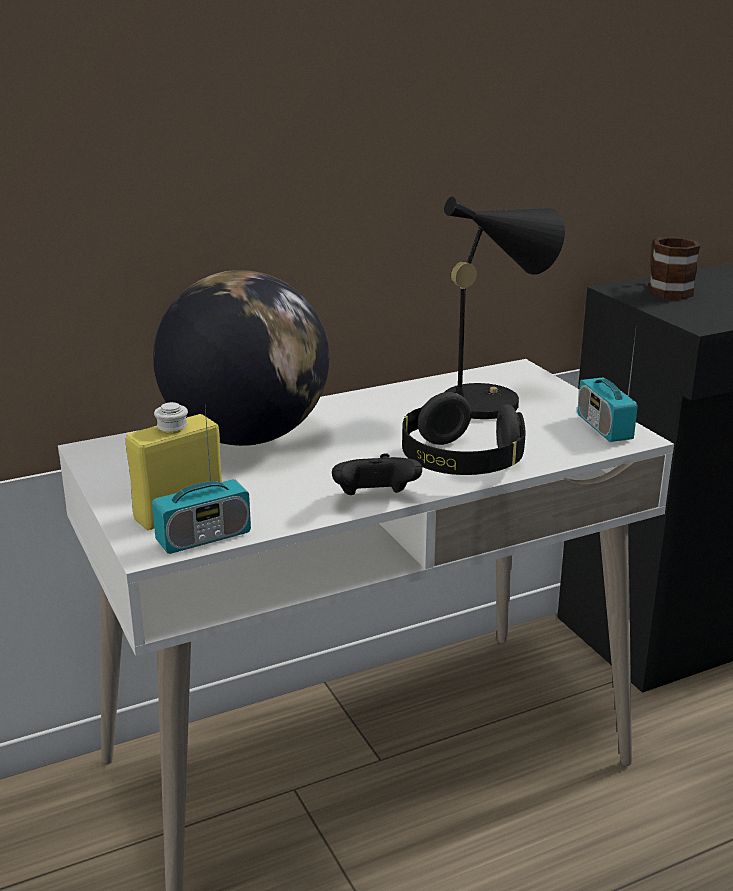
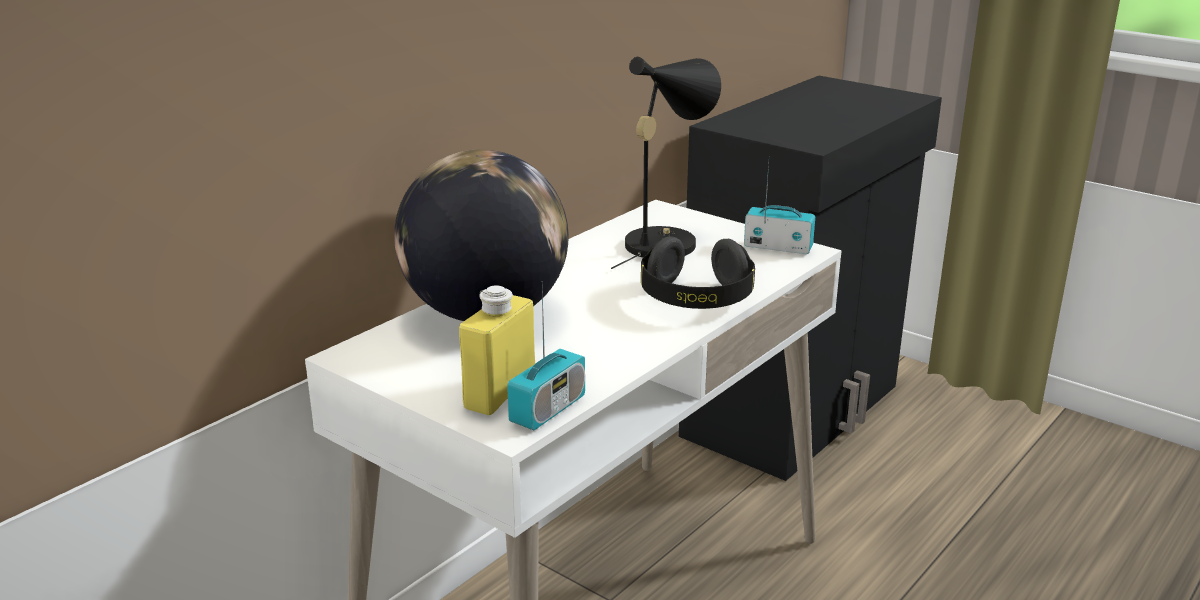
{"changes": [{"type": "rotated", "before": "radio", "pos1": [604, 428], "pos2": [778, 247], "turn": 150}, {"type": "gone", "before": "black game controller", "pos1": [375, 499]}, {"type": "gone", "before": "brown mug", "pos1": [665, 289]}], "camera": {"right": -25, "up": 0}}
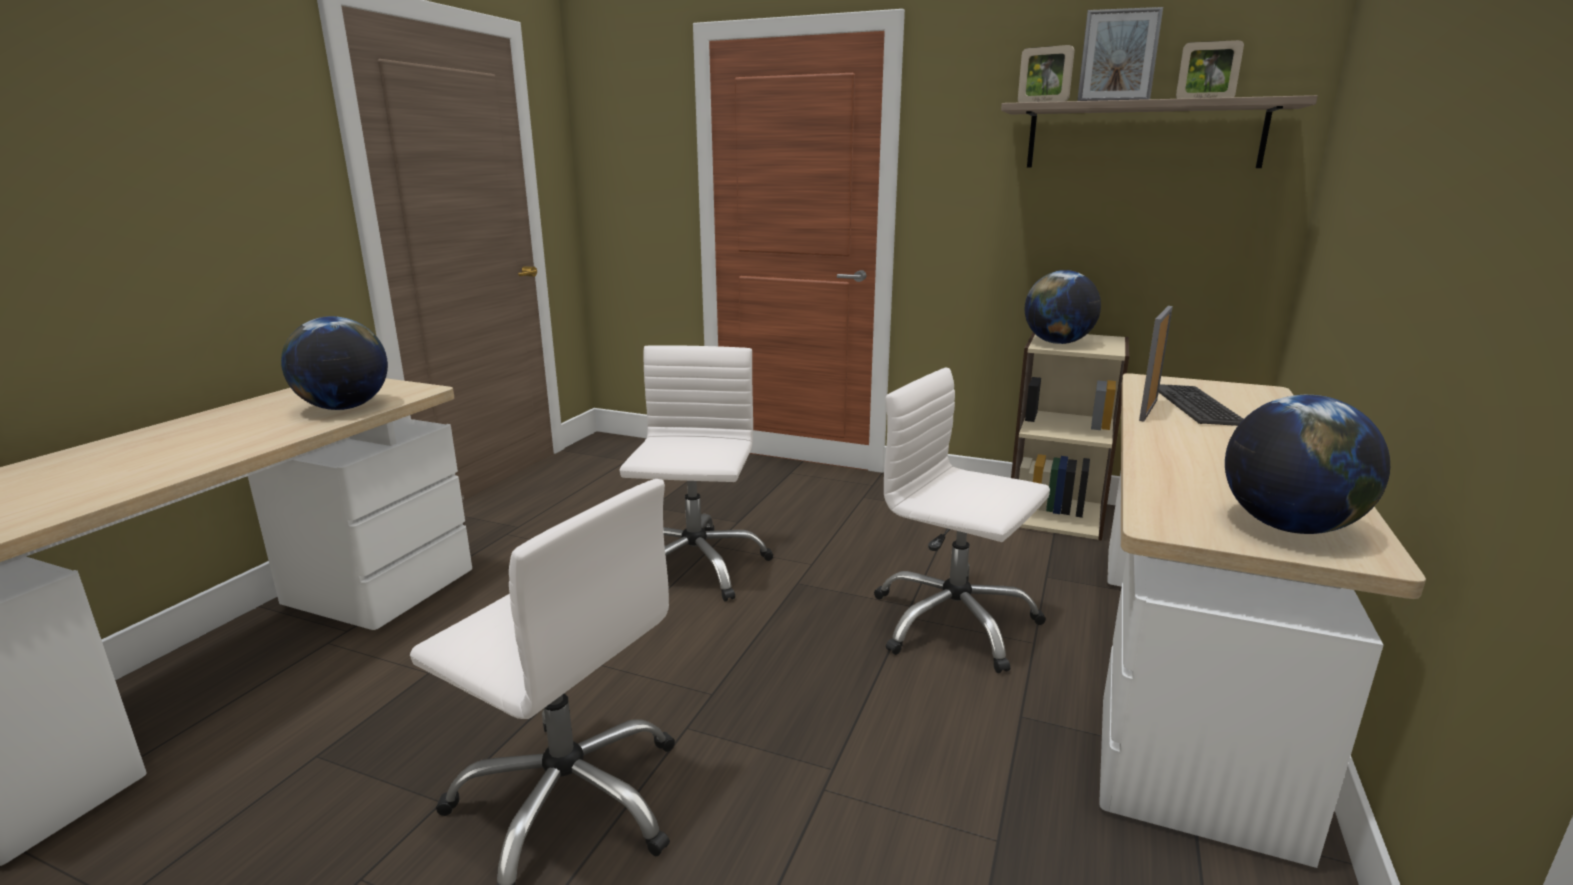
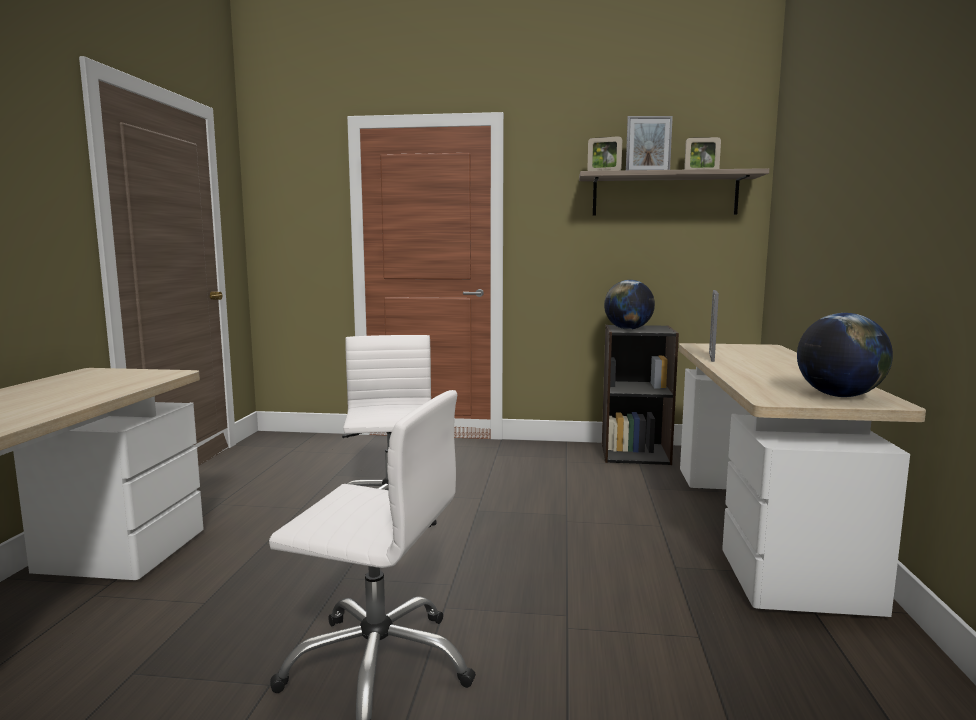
{"changes": [{"type": "repainted", "before": "beige bookcase", "after": "black bookcase", "pos1": [1056, 514], "pos2": [635, 453]}, {"type": "gone", "before": "globe", "pos1": [344, 408]}, {"type": "gone", "before": "white office chair", "pos1": [953, 622]}, {"type": "gone", "before": "keyboard", "pos1": [1197, 405]}], "camera": {"right": -15, "up": -10}}
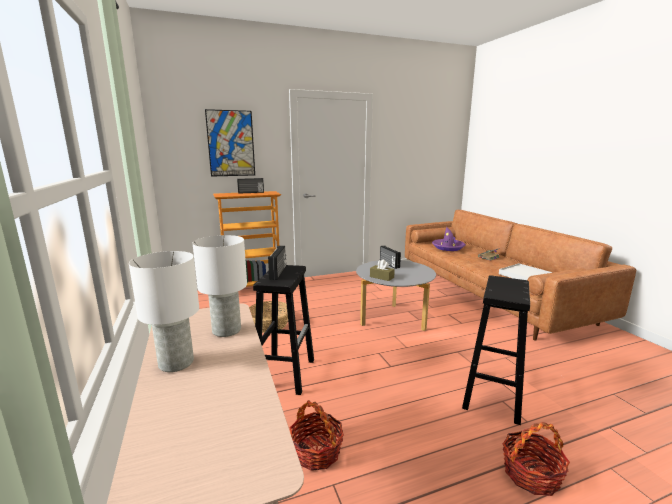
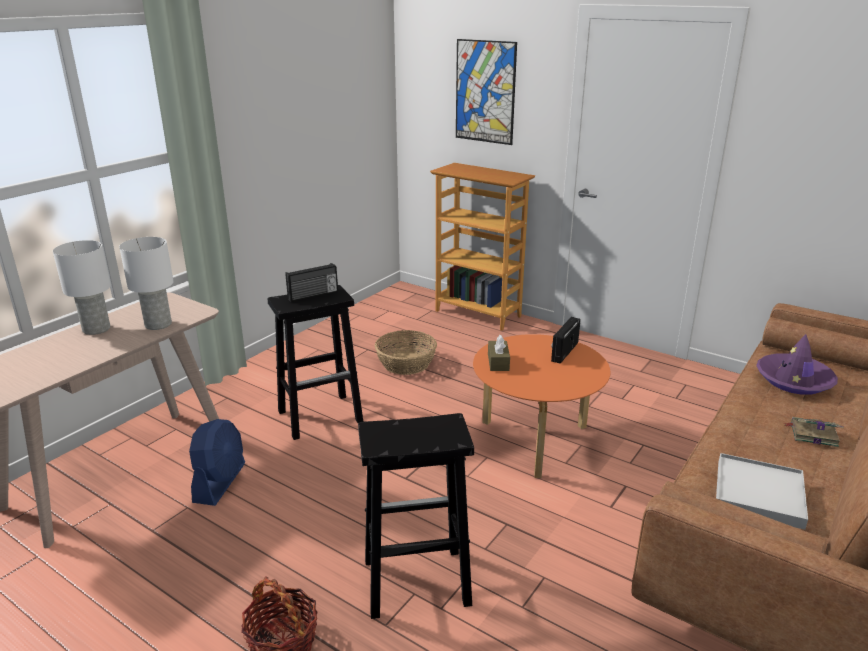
{"changes": [{"type": "swapped", "before": "basket", "after": "blue fan", "pos1": [316, 452], "pos2": [220, 482]}, {"type": "repainted", "before": "grey coffee table", "after": "orange coffee table", "pos1": [393, 319], "pos2": [535, 440]}, {"type": "gone", "before": "radio", "pos1": [251, 192]}], "camera": {"right": 55, "up": 10}}
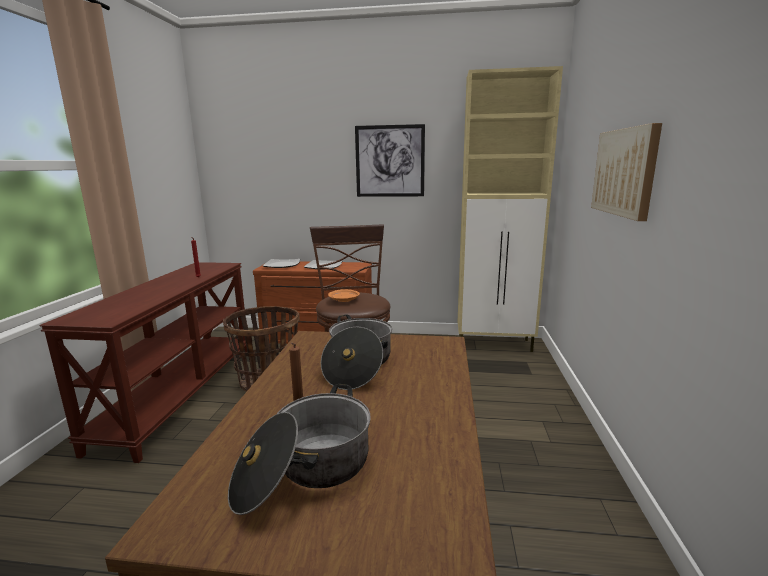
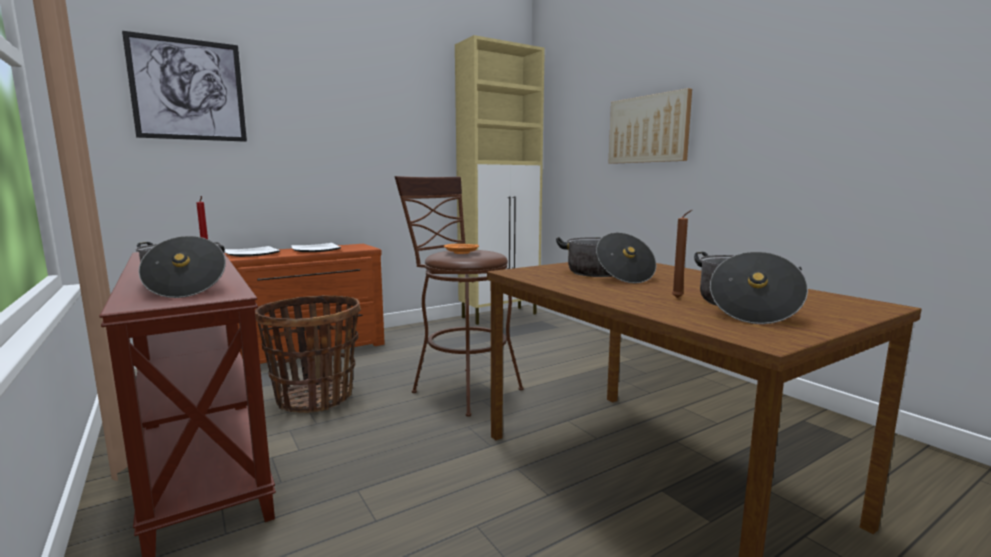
{"changes": [{"type": "shifted", "before": "picture", "pos1": [390, 161], "pos2": [188, 90]}, {"type": "new", "after": "cooking pot", "pos2": [184, 286]}], "camera": {"right": -40, "up": -5}}
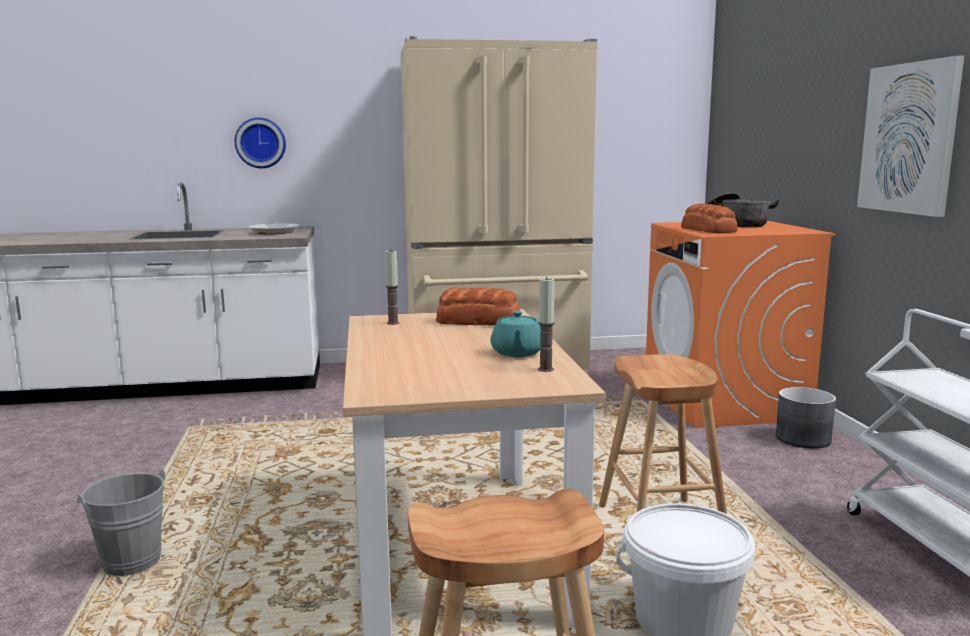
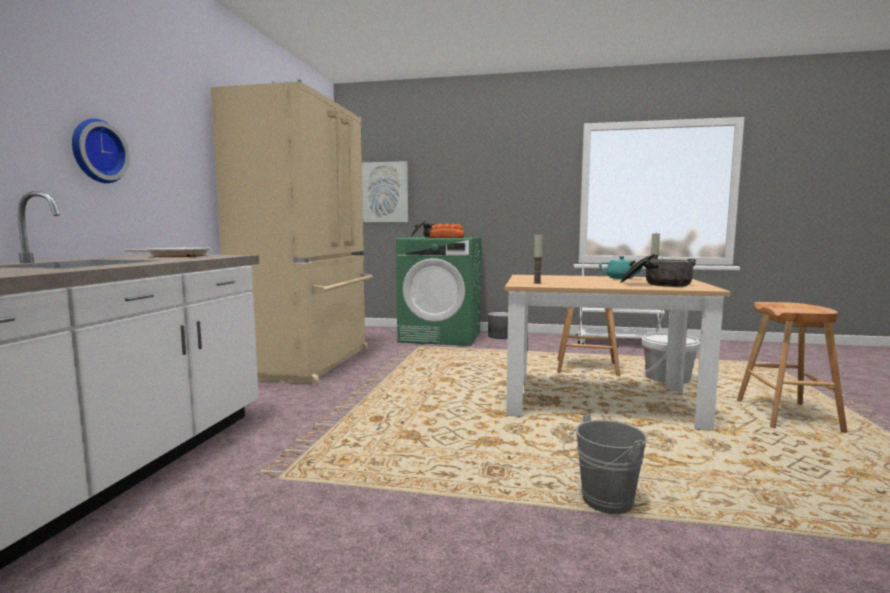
{"changes": [{"type": "shifted", "before": "picture", "pos1": [909, 138], "pos2": [384, 192]}, {"type": "repainted", "before": "orange washing machine", "after": "green washing machine", "pos1": [724, 402], "pos2": [441, 336]}, {"type": "new", "after": "cooking pot", "pos2": [656, 284]}, {"type": "gone", "before": "bread", "pos1": [479, 321]}], "camera": {"right": -70, "up": -5}}
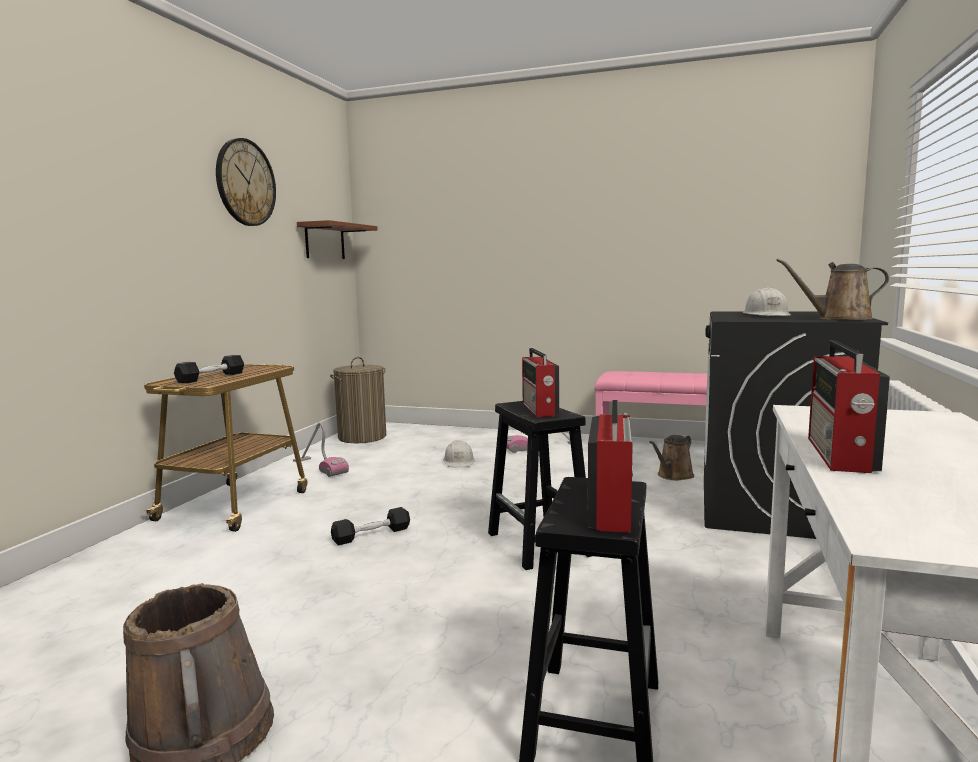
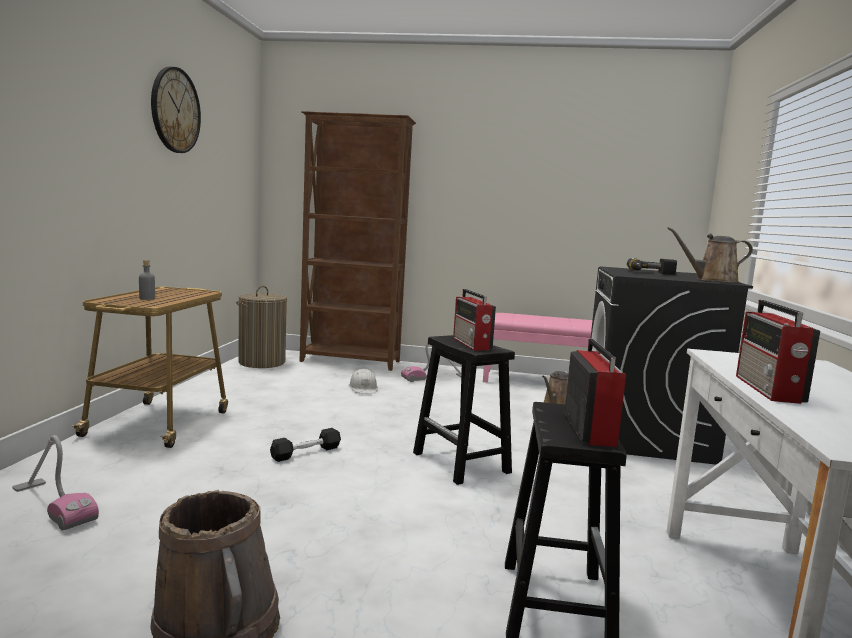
{"changes": [{"type": "shifted", "before": "vacuum cleaner", "pos1": [319, 467], "pos2": [53, 504]}, {"type": "swapped", "before": "black dumbbell", "after": "grey bottle", "pos1": [211, 377], "pos2": [147, 298]}, {"type": "new", "after": "brown bookcase", "pos2": [351, 362]}, {"type": "swapped", "before": "white hard hat", "after": "power drill", "pos1": [767, 315], "pos2": [651, 273]}, {"type": "gone", "before": "brown shelf", "pos1": [325, 241]}], "camera": {"right": -10, "up": 0}}
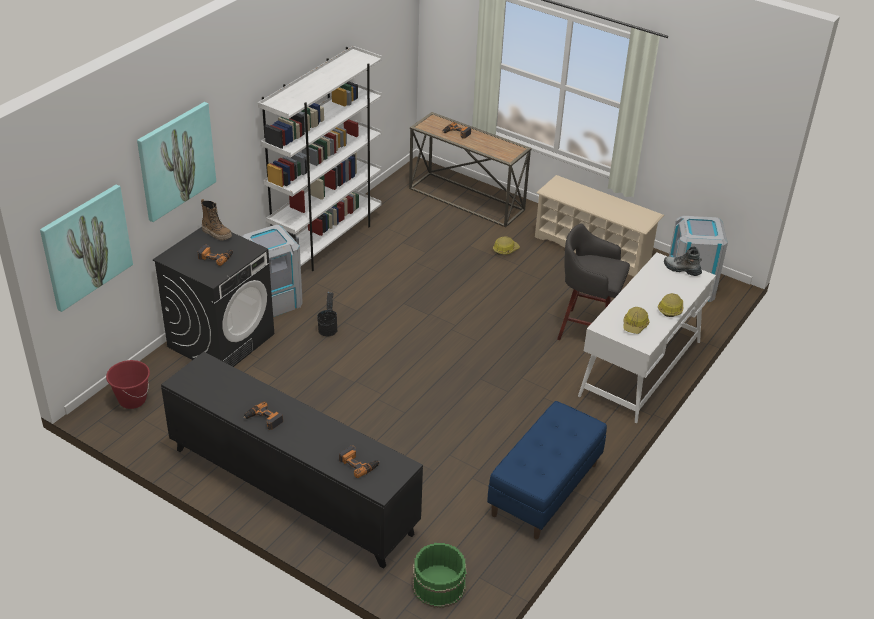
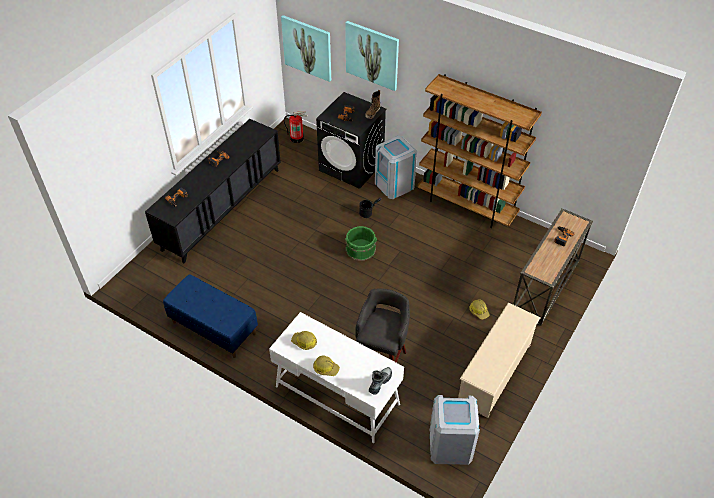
{"changes": [{"type": "swapped", "before": "red bucket", "after": "fire extinguisher", "pos1": [132, 400], "pos2": [297, 138]}, {"type": "shifted", "before": "green bucket", "pos1": [438, 585], "pos2": [360, 249]}, {"type": "repainted", "before": "white bookcase", "after": "brown bookcase", "pos1": [327, 241], "pos2": [467, 206]}], "camera": {"right": 90, "up": 10}}
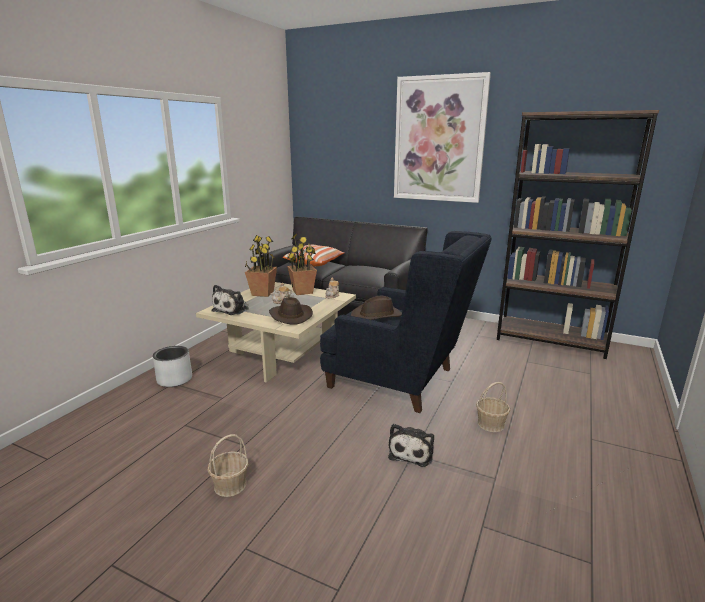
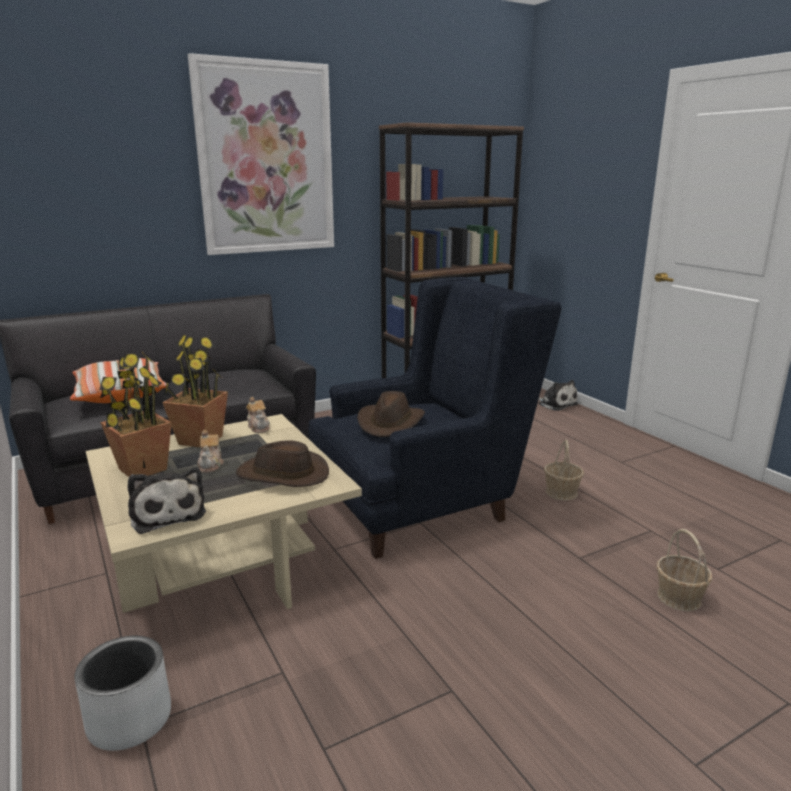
{"changes": [{"type": "shifted", "before": "plush toy", "pos1": [411, 452], "pos2": [556, 404]}, {"type": "shifted", "before": "basket", "pos1": [230, 485], "pos2": [679, 598]}], "camera": {"right": -55, "up": 0}}
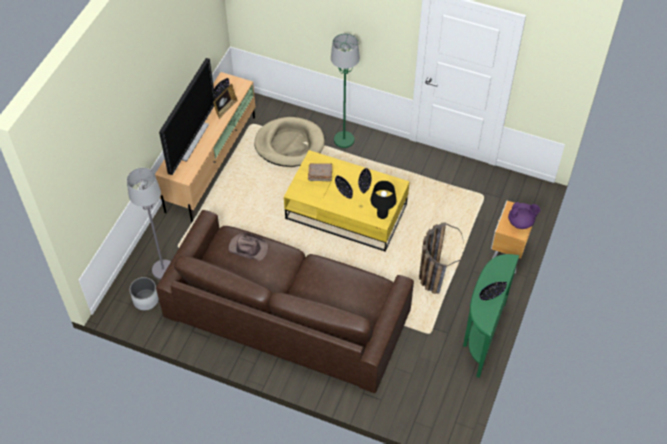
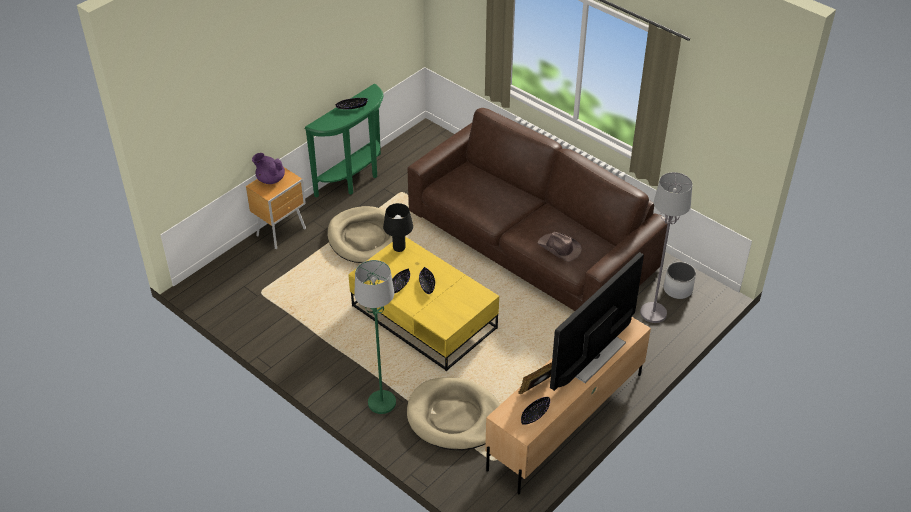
{"changes": [{"type": "swapped", "before": "basket", "after": "beige dog bed", "pos1": [433, 271], "pos2": [365, 238]}, {"type": "gone", "before": "brown book", "pos1": [319, 175]}], "camera": {"right": -160, "up": -10}}
